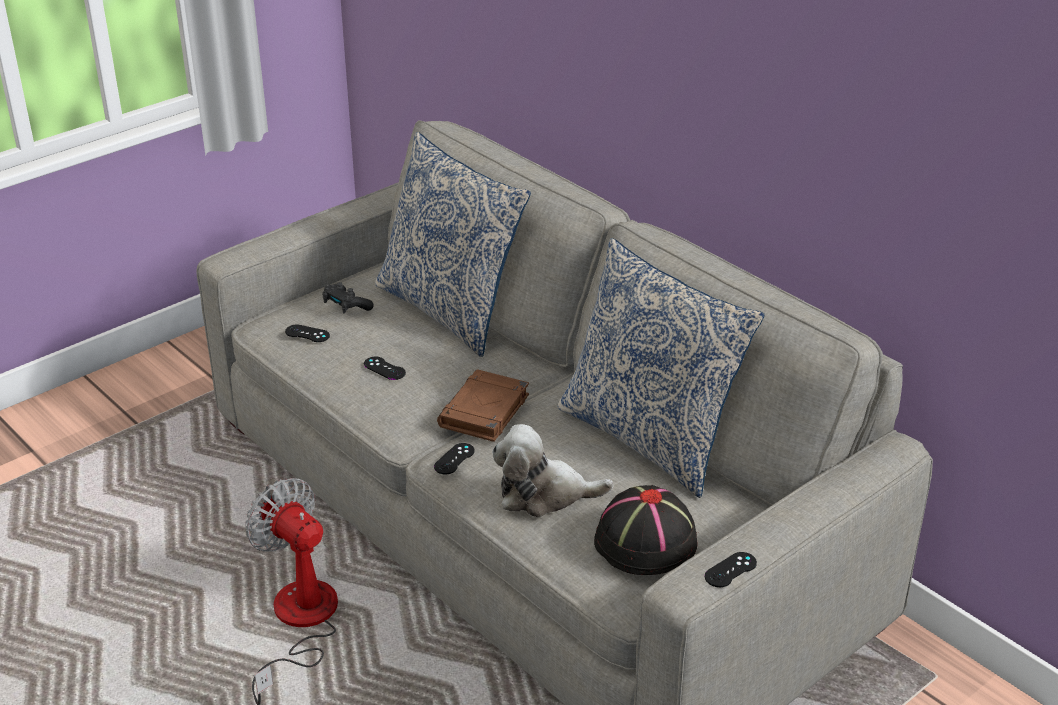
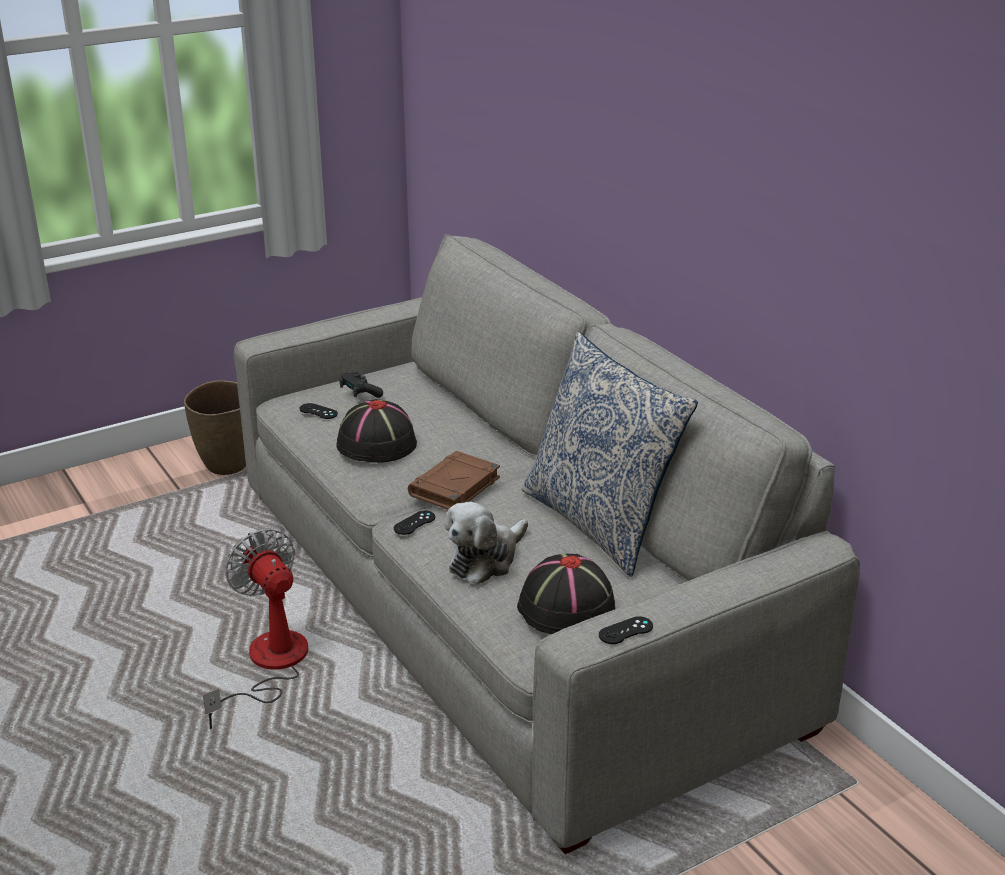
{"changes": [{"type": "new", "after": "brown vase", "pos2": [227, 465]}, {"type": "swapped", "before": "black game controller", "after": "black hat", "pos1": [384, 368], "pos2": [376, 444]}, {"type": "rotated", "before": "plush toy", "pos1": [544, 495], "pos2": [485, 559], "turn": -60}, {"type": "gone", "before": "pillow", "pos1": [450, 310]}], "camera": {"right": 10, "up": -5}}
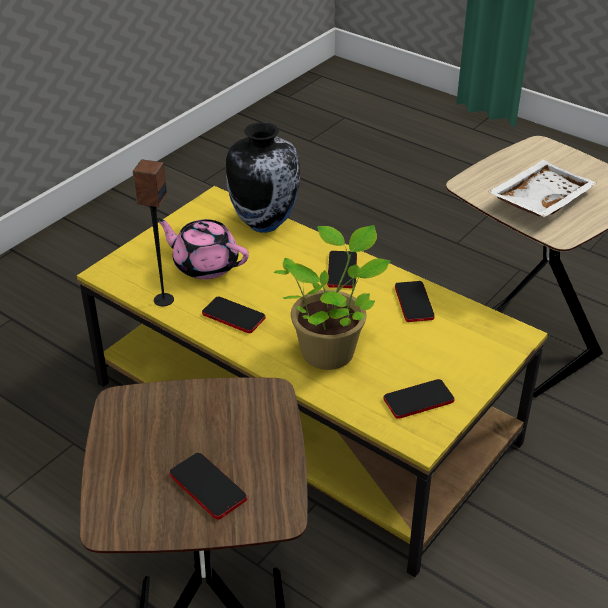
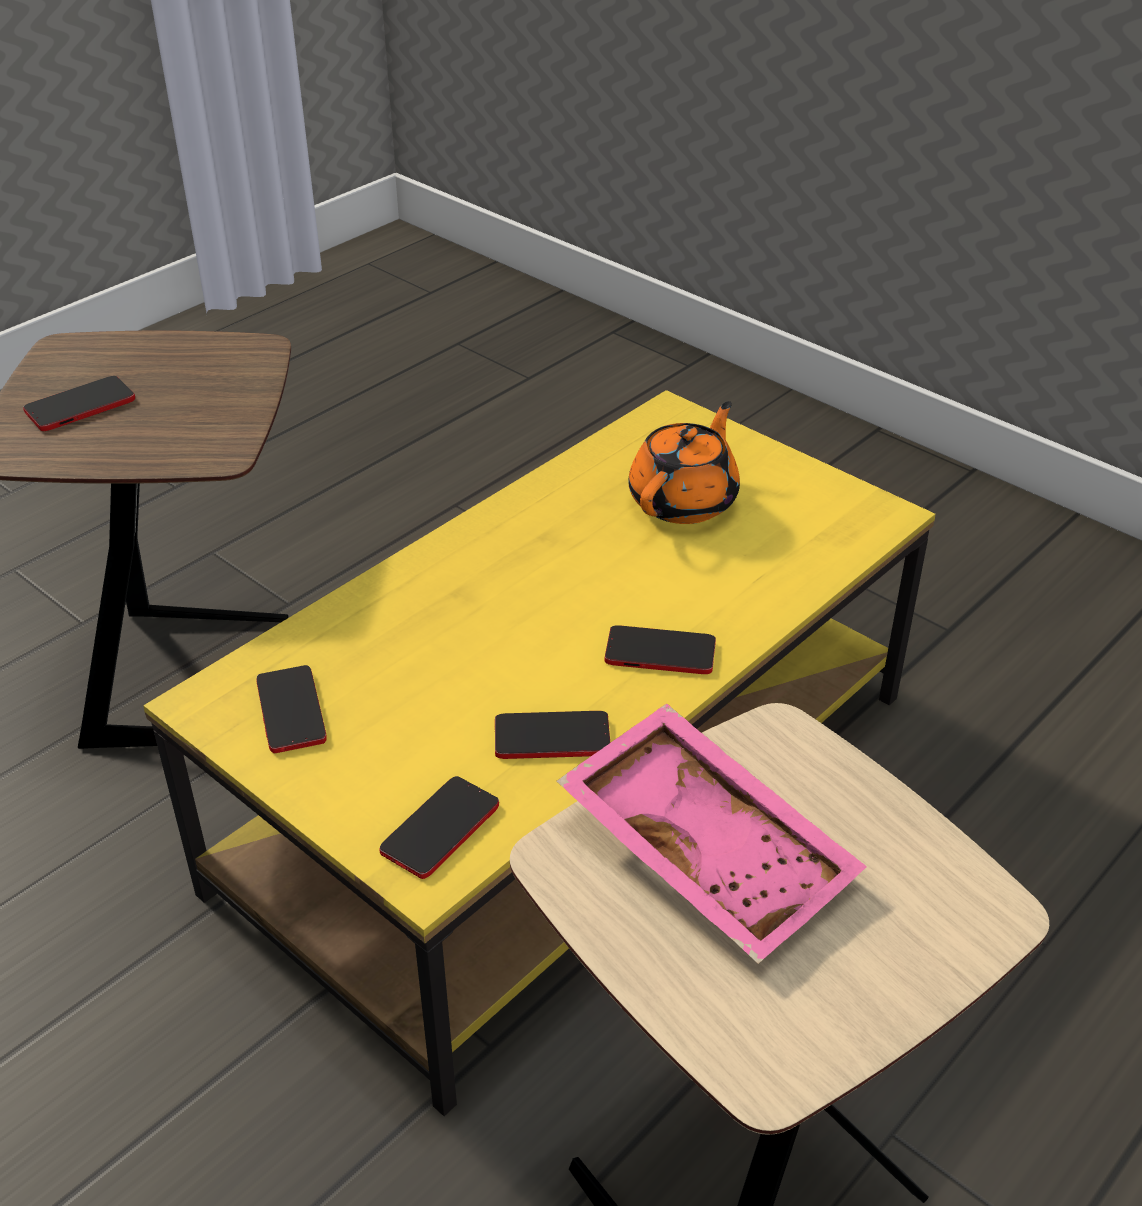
{"changes": [{"type": "shifted", "before": "phone", "pos1": [233, 316], "pos2": [440, 829]}, {"type": "repainted", "before": "white tray", "after": "pink tray", "pos1": [539, 200], "pos2": [710, 849]}, {"type": "repainted", "before": "pink teapot", "after": "orange teapot", "pos1": [205, 265], "pos2": [684, 500]}, {"type": "gone", "before": "speaker", "pos1": [163, 300]}, {"type": "gone", "before": "vase", "pos1": [265, 223]}, {"type": "gone", "before": "potted plant", "pos1": [330, 350]}], "camera": {"right": 95, "up": 0}}
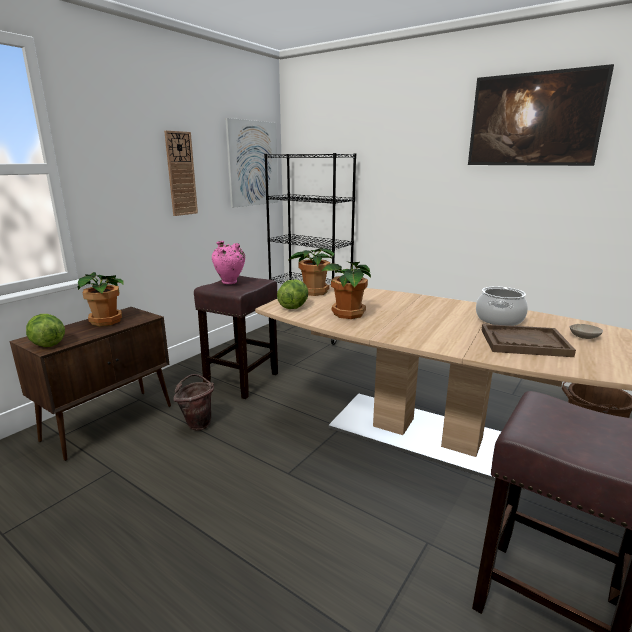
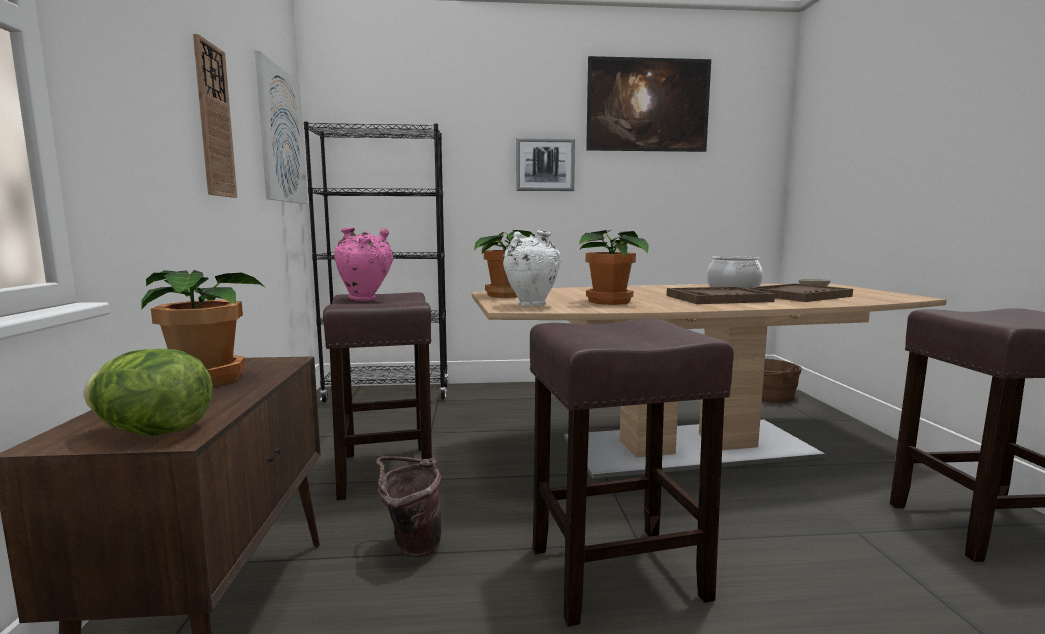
{"changes": [{"type": "swapped", "before": "lettuce", "after": "white vase", "pos1": [293, 307], "pos2": [531, 305]}, {"type": "new", "after": "picture", "pos2": [545, 165]}, {"type": "new", "after": "brown stool", "pos2": [614, 573]}, {"type": "new", "after": "brown tray", "pos2": [718, 298]}], "camera": {"right": -40, "up": -10}}
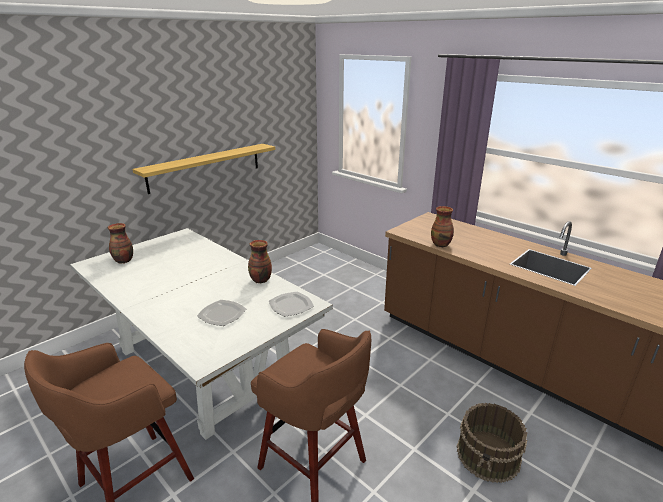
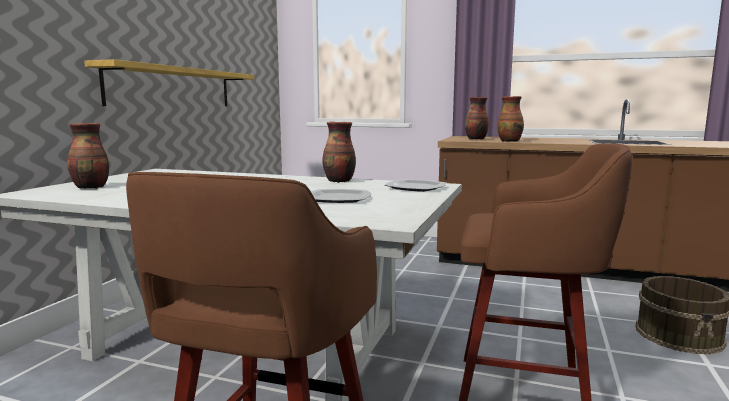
{"changes": [{"type": "new", "after": "vase", "pos2": [475, 139]}], "camera": {"right": -25, "up": -15}}
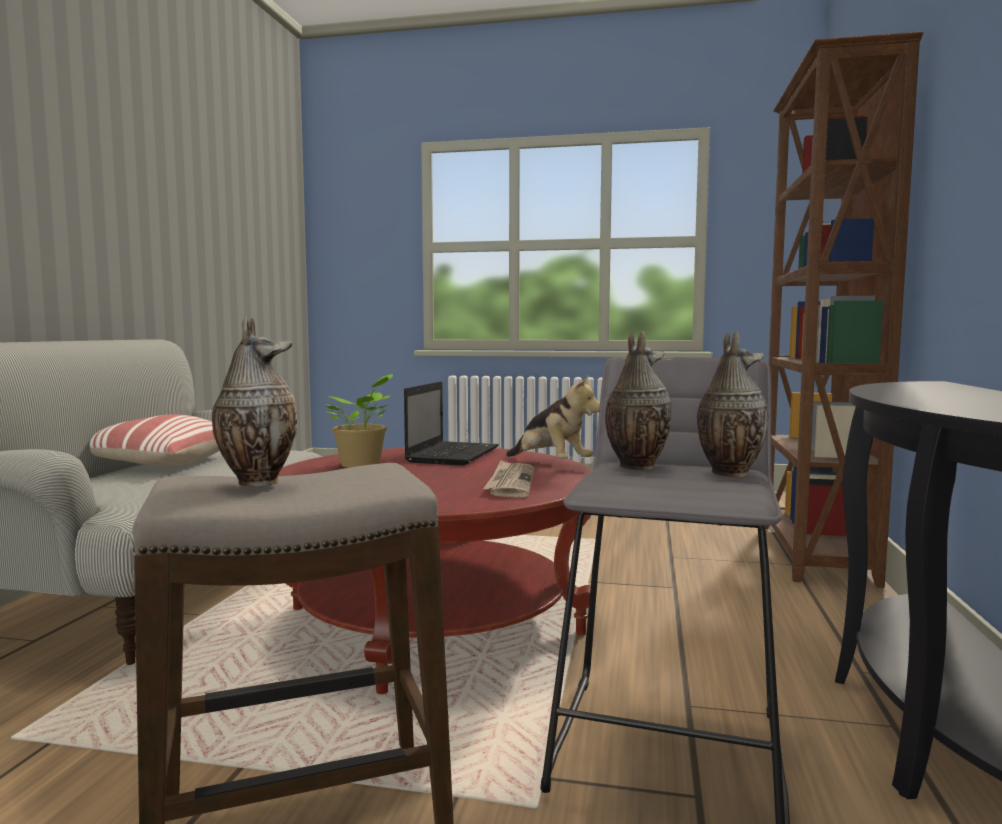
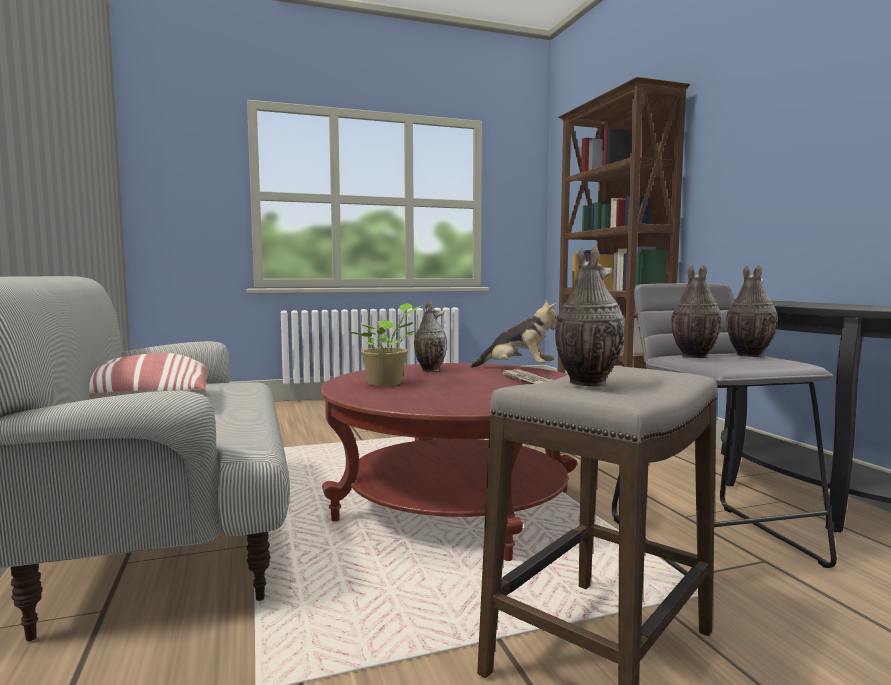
{"changes": [{"type": "swapped", "before": "laptop", "after": "vase", "pos1": [453, 455], "pos2": [429, 370]}], "camera": {"right": -30, "up": 0}}
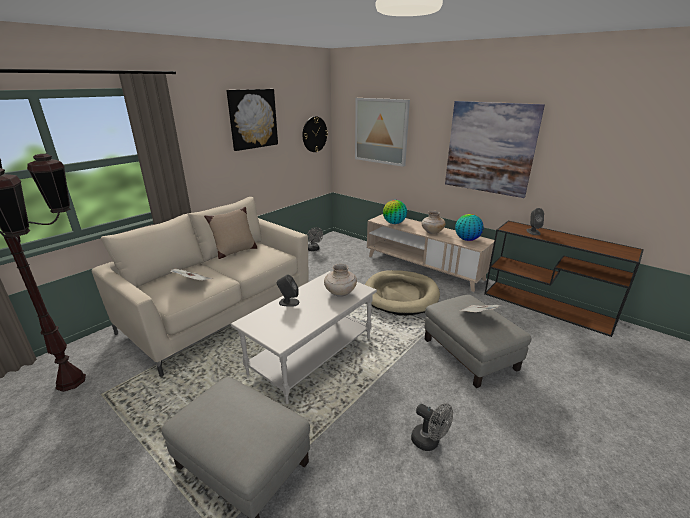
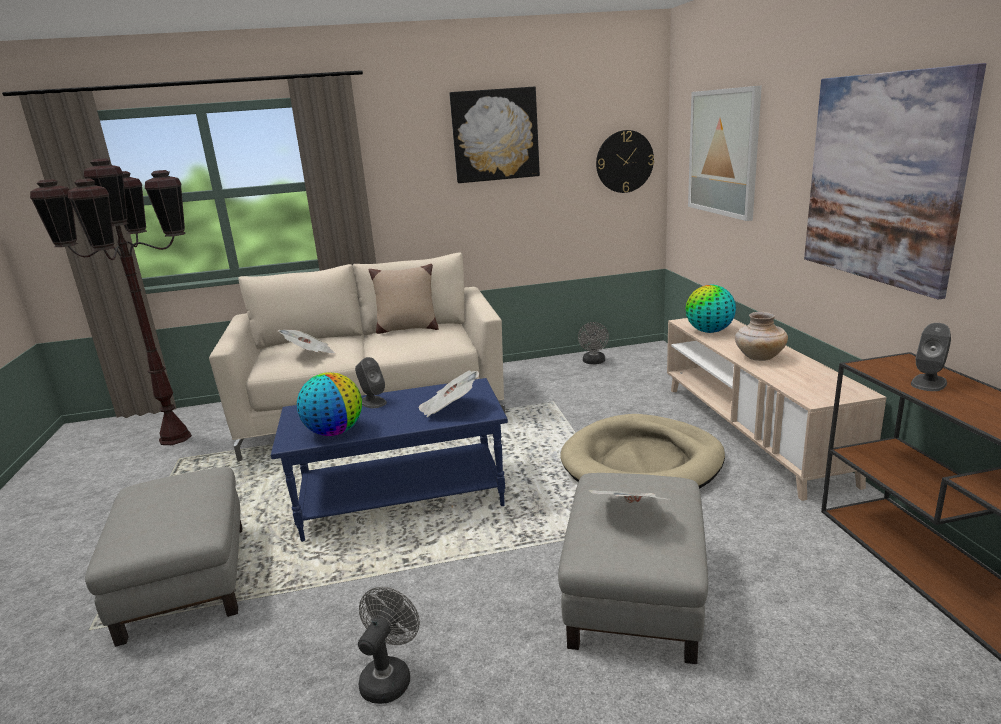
{"changes": [{"type": "repainted", "before": "white coffee table", "after": "blue coffee table", "pos1": [311, 354], "pos2": [403, 497]}, {"type": "shifted", "before": "globe", "pos1": [467, 239], "pos2": [334, 432]}, {"type": "rotated", "before": "grey fan", "pos1": [429, 442], "pos2": [389, 676], "turn": -150}, {"type": "swapped", "before": "beige vase", "after": "newspaper", "pos1": [340, 293], "pos2": [449, 409]}], "camera": {"right": 40, "up": -5}}
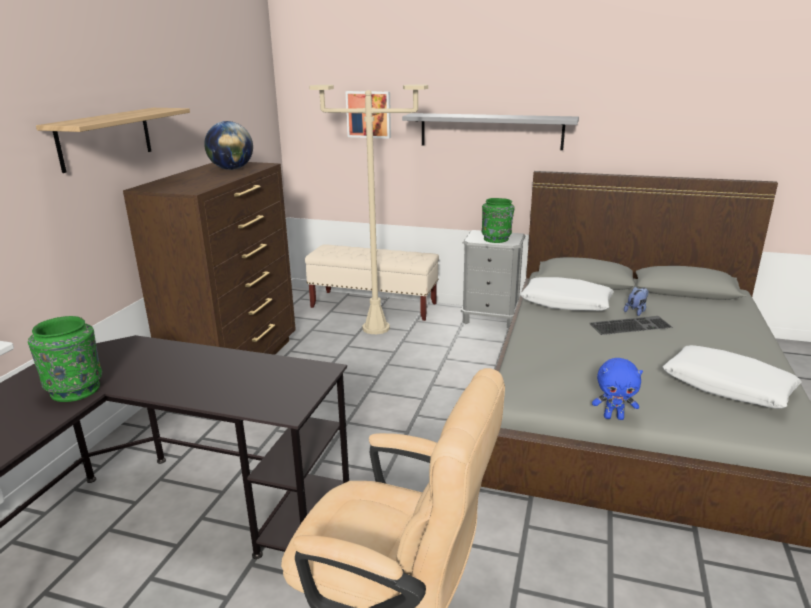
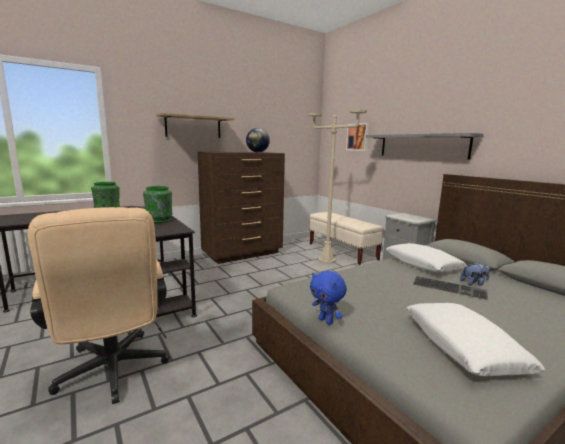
{"changes": [{"type": "shifted", "before": "green vase", "pos1": [496, 239], "pos2": [159, 220]}], "camera": {"right": 40, "up": -10}}
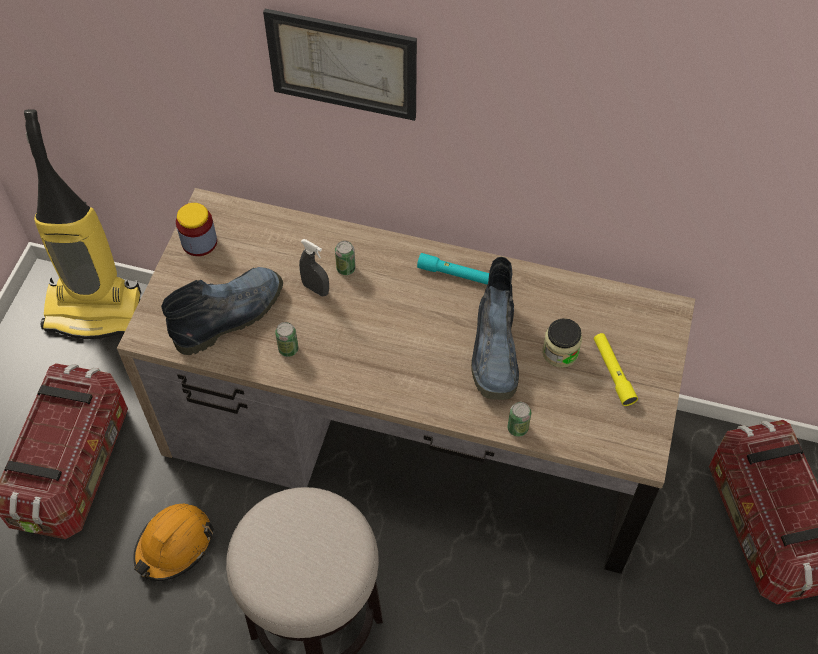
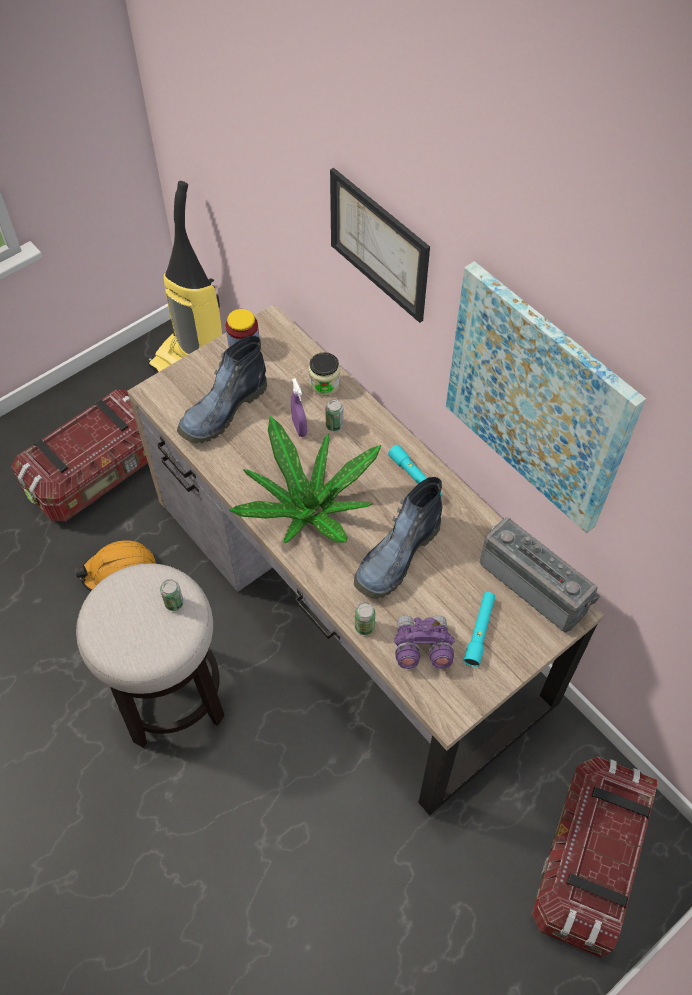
{"changes": [{"type": "shifted", "before": "can", "pos1": [288, 349], "pos2": [174, 603]}, {"type": "rotated", "before": "boot", "pos1": [230, 314], "pos2": [222, 411], "turn": 135}, {"type": "new", "after": "potted plant", "pos2": [308, 508]}, {"type": "repainted", "before": "grey spray bottle", "after": "purple spray bottle", "pos1": [315, 289], "pos2": [299, 427]}, {"type": "shifted", "before": "jar", "pos1": [560, 352], "pos2": [324, 384]}, {"type": "new", "after": "purple binoculars", "pos2": [421, 648]}, {"type": "new", "after": "picture", "pos2": [537, 399]}, {"type": "repainted", "before": "yellow flashlight", "after": "turquoise flashlight", "pos1": [613, 372], "pos2": [479, 631]}, {"type": "new", "after": "radio", "pos2": [536, 584]}], "camera": {"right": 35, "up": 0}}
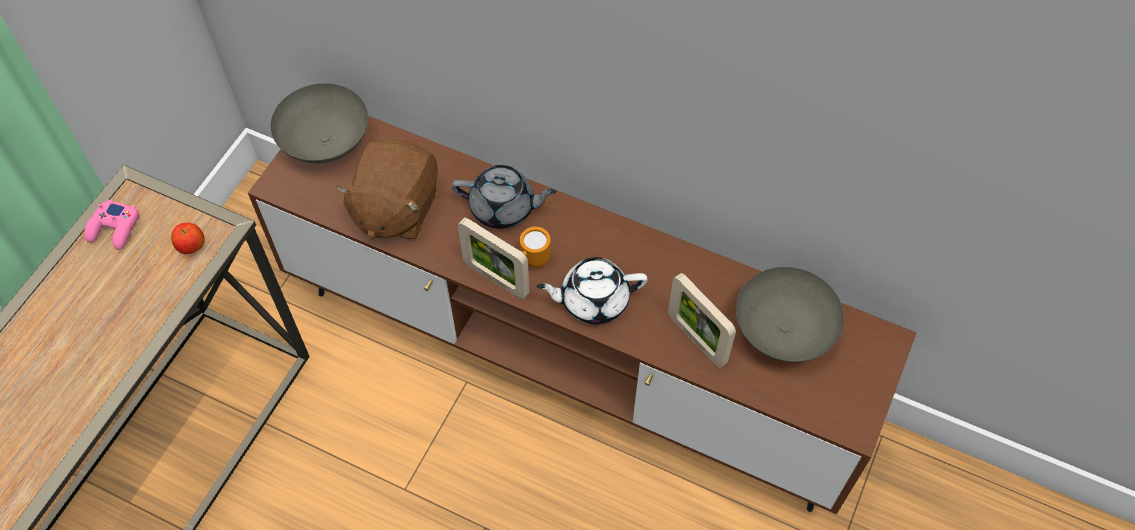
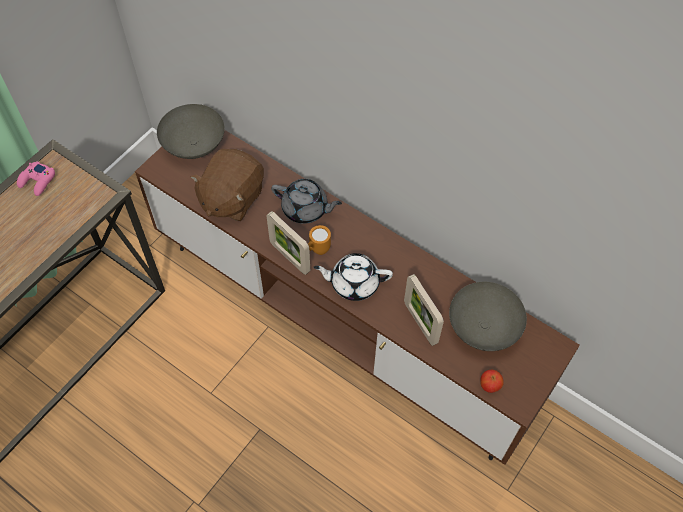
{"changes": [{"type": "shifted", "before": "apple", "pos1": [192, 247], "pos2": [490, 385]}], "camera": {"right": 10, "up": 0}}
